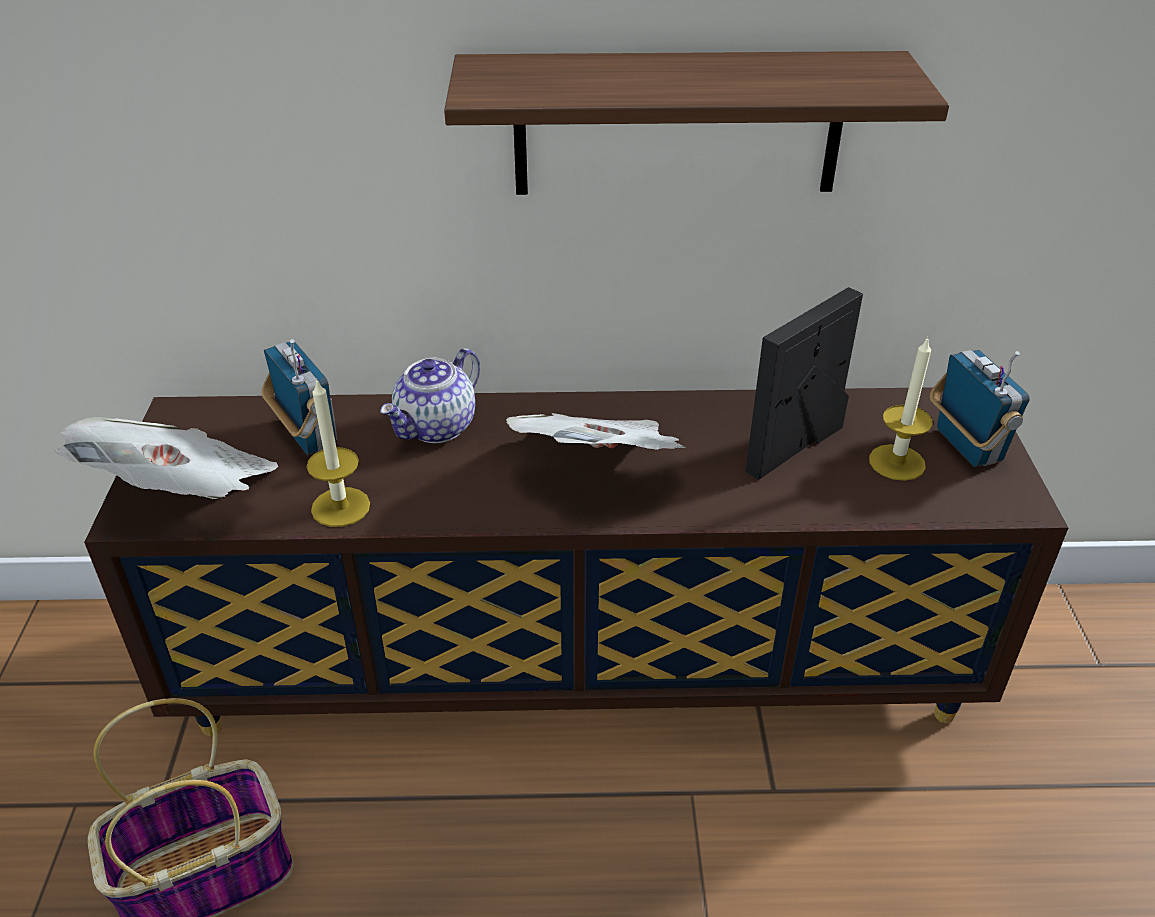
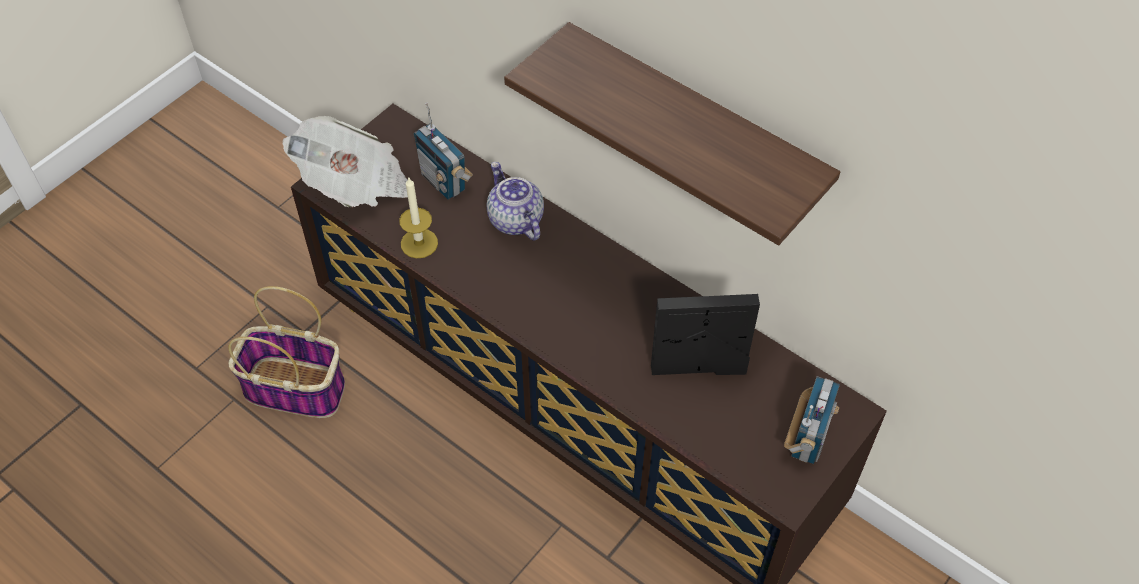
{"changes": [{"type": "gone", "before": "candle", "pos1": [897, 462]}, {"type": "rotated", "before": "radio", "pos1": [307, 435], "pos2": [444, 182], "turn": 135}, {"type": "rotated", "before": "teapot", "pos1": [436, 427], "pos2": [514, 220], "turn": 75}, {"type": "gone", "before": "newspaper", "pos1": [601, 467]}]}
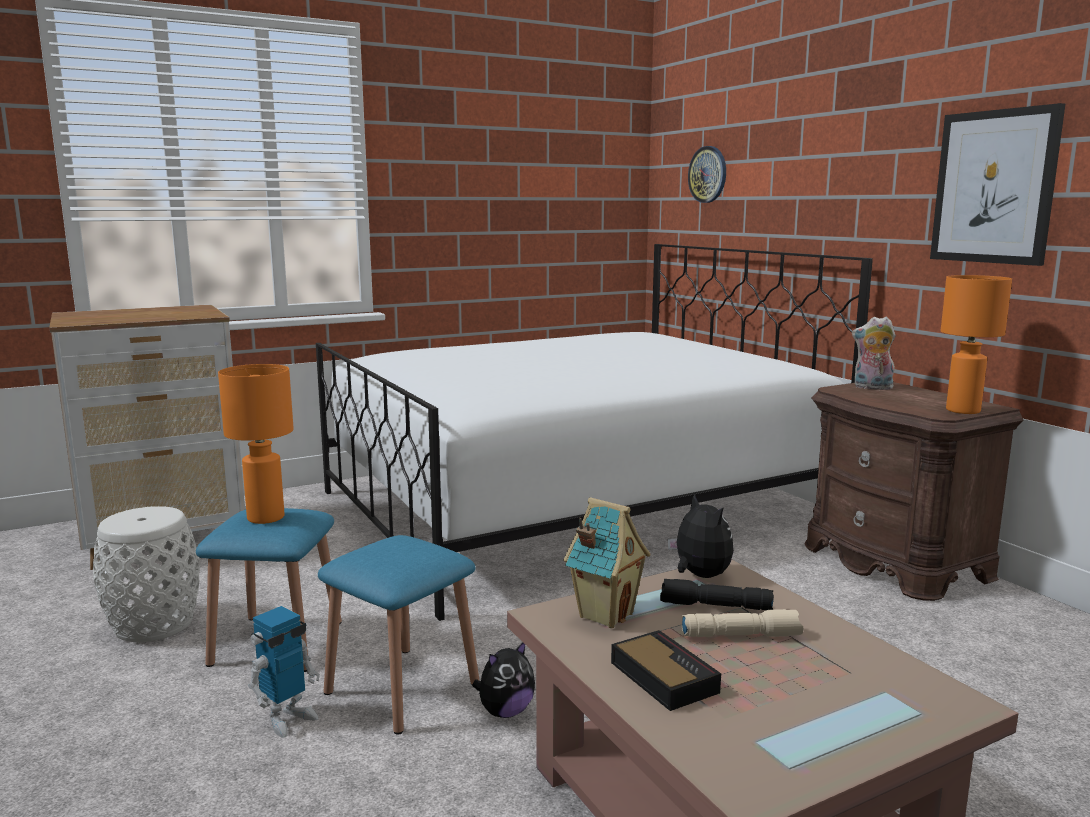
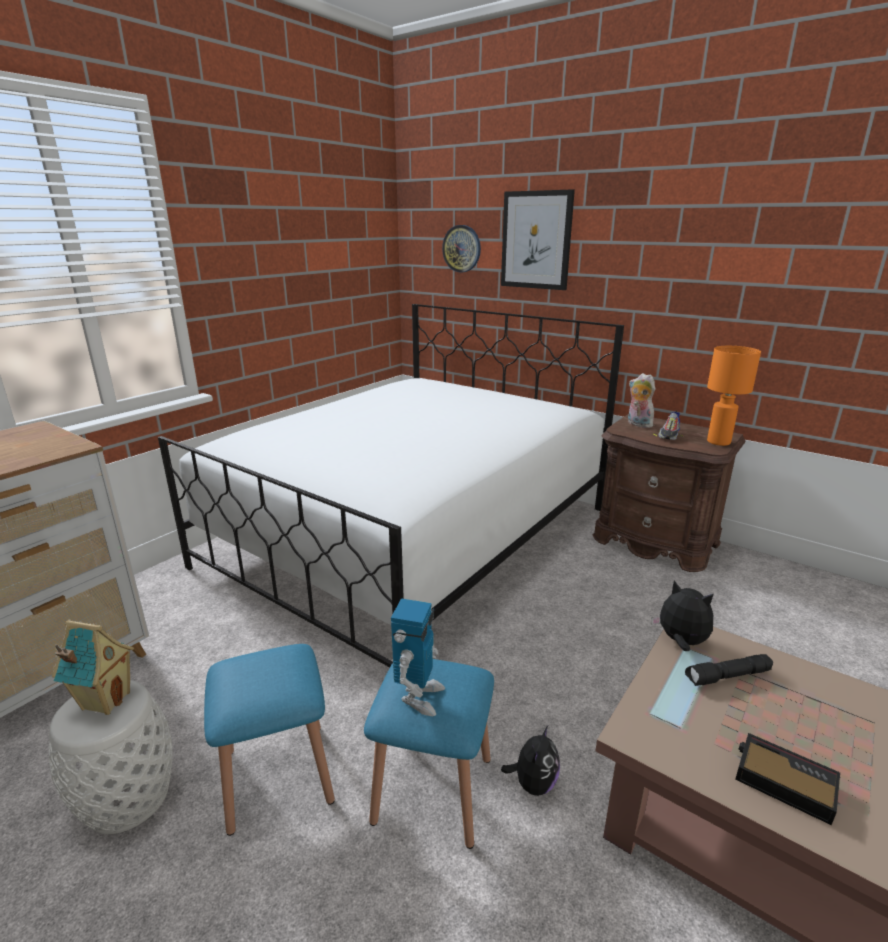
{"changes": [{"type": "shifted", "before": "picture", "pos1": [994, 187], "pos2": [536, 240]}, {"type": "rotated", "before": "plush toy", "pos1": [871, 388], "pos2": [637, 424], "turn": 60}, {"type": "gone", "before": "orange table lamp", "pos1": [267, 518]}, {"type": "shifted", "before": "toy house", "pos1": [605, 614], "pos2": [105, 700]}, {"type": "shifted", "before": "toy robot", "pos1": [287, 719], "pos2": [419, 697]}, {"type": "gone", "before": "beige flashlight", "pos1": [741, 635]}, {"type": "new", "after": "shoe", "pos2": [669, 434]}]}
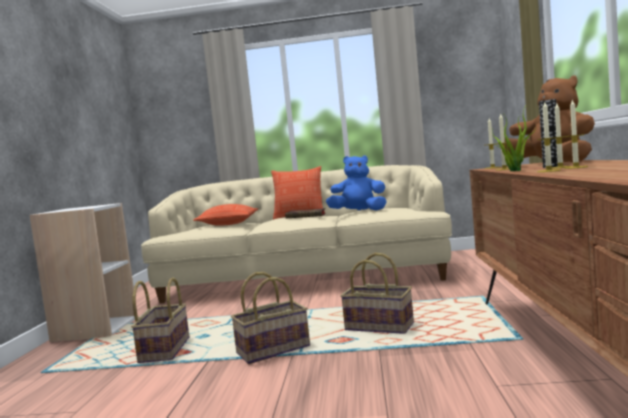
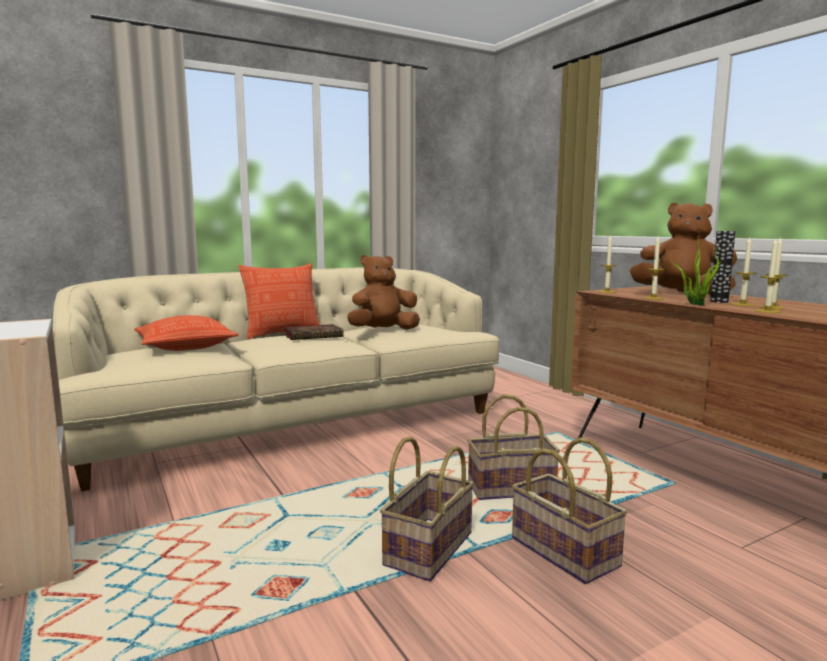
{"changes": [{"type": "repainted", "before": "blue plush toy", "after": "brown plush toy", "pos1": [359, 212], "pos2": [383, 331]}, {"type": "shifted", "before": "basket", "pos1": [164, 350], "pos2": [562, 552]}]}
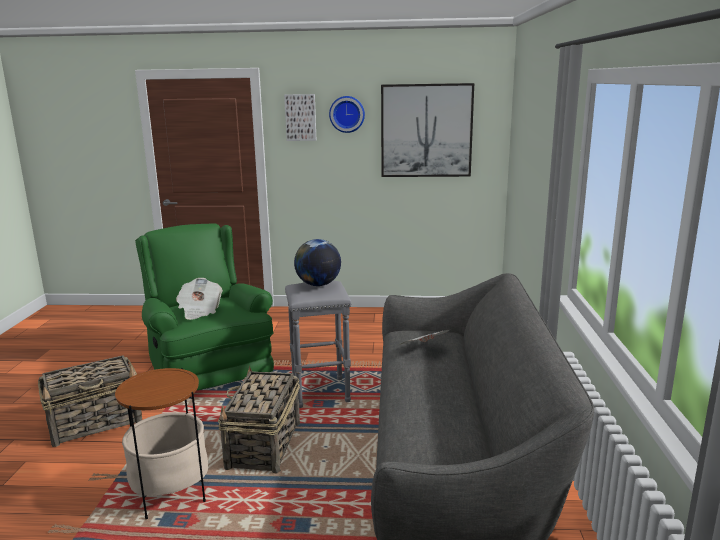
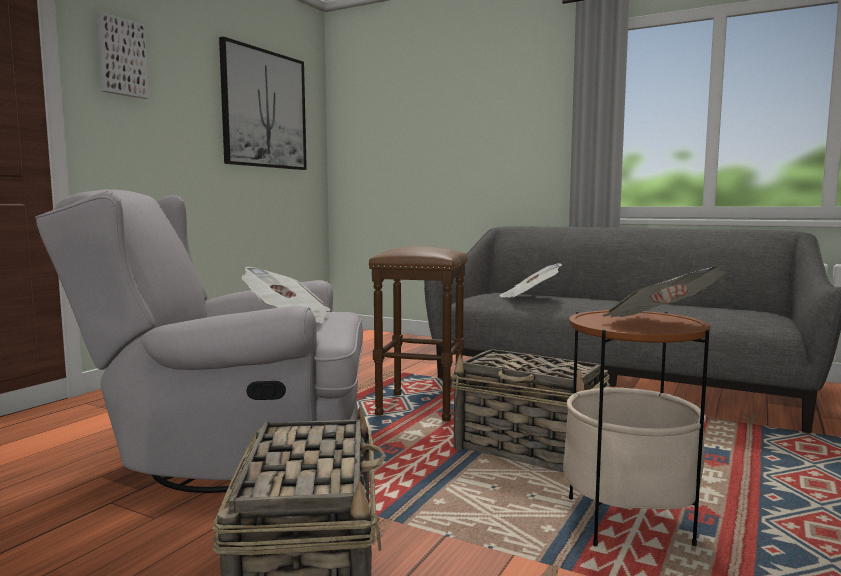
{"changes": [{"type": "gone", "before": "wall clock", "pos1": [347, 114]}, {"type": "repainted", "before": "green armchair", "after": "grey armchair", "pos1": [208, 369], "pos2": [236, 459]}, {"type": "gone", "before": "globe", "pos1": [318, 285]}, {"type": "repainted", "before": "grey stool", "after": "brown stool", "pos1": [319, 392], "pos2": [418, 407]}, {"type": "new", "after": "newspaper", "pos2": [659, 325]}]}
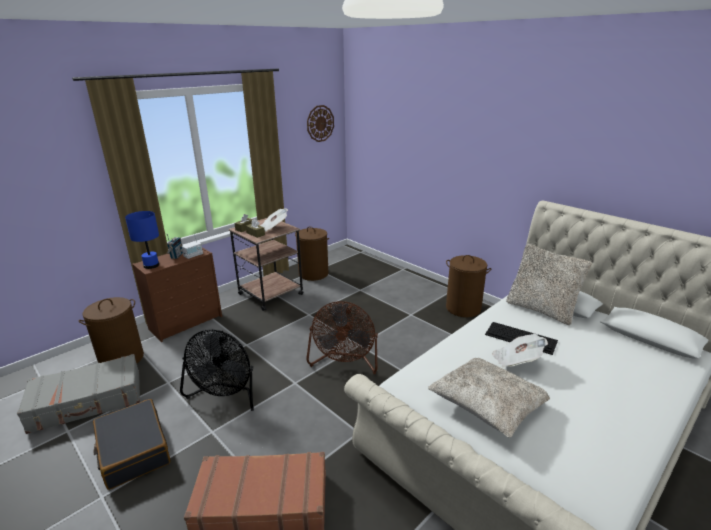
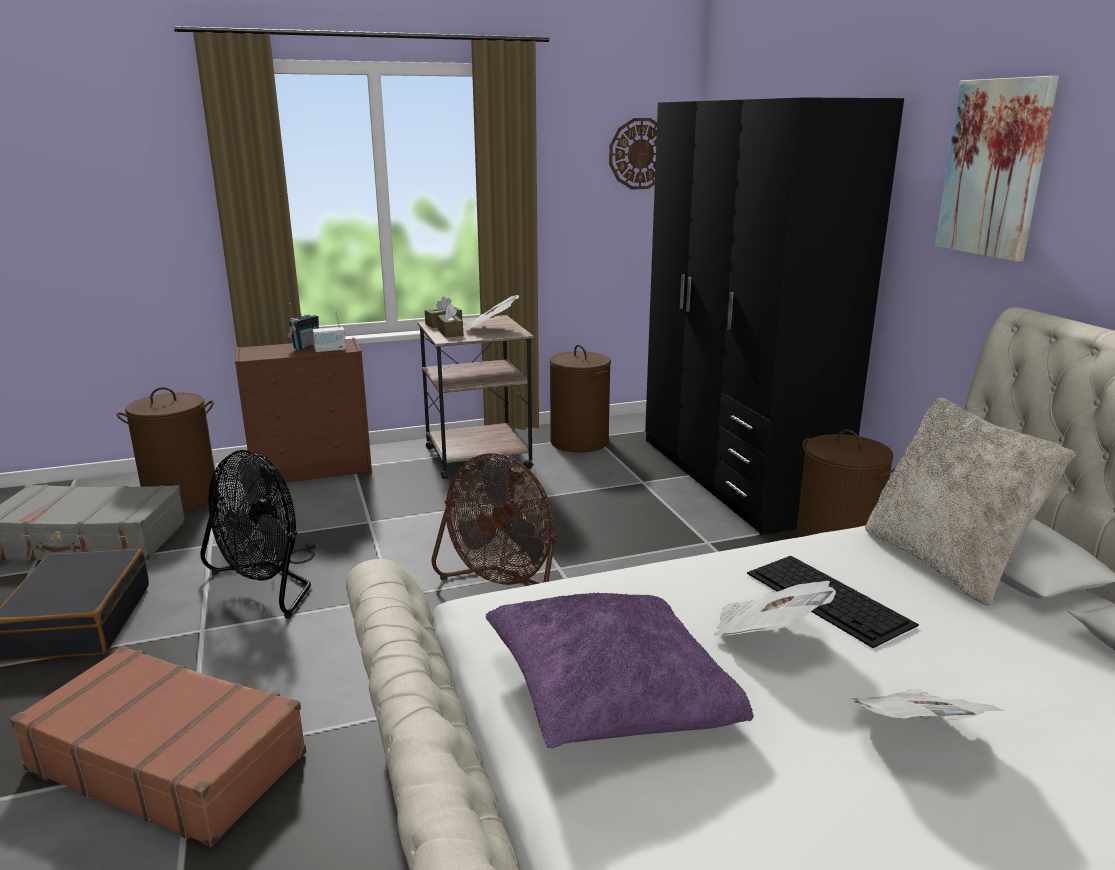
{"changes": [{"type": "gone", "before": "blue table lamp", "pos1": [151, 265]}, {"type": "repainted", "before": "beige pillow", "after": "purple pillow", "pos1": [488, 405], "pos2": [612, 693]}, {"type": "new", "after": "picture", "pos2": [995, 168]}, {"type": "new", "after": "black wardrobe", "pos2": [735, 477]}, {"type": "new", "after": "newspaper", "pos2": [917, 734]}]}
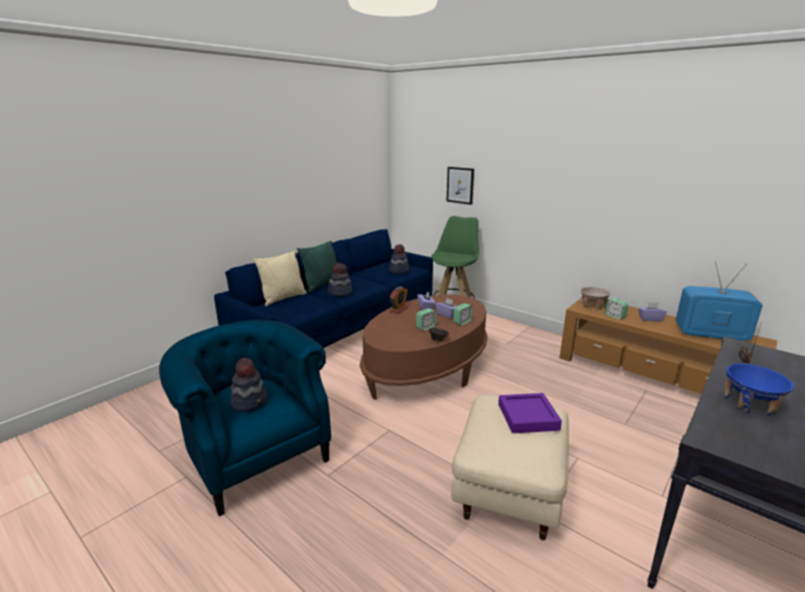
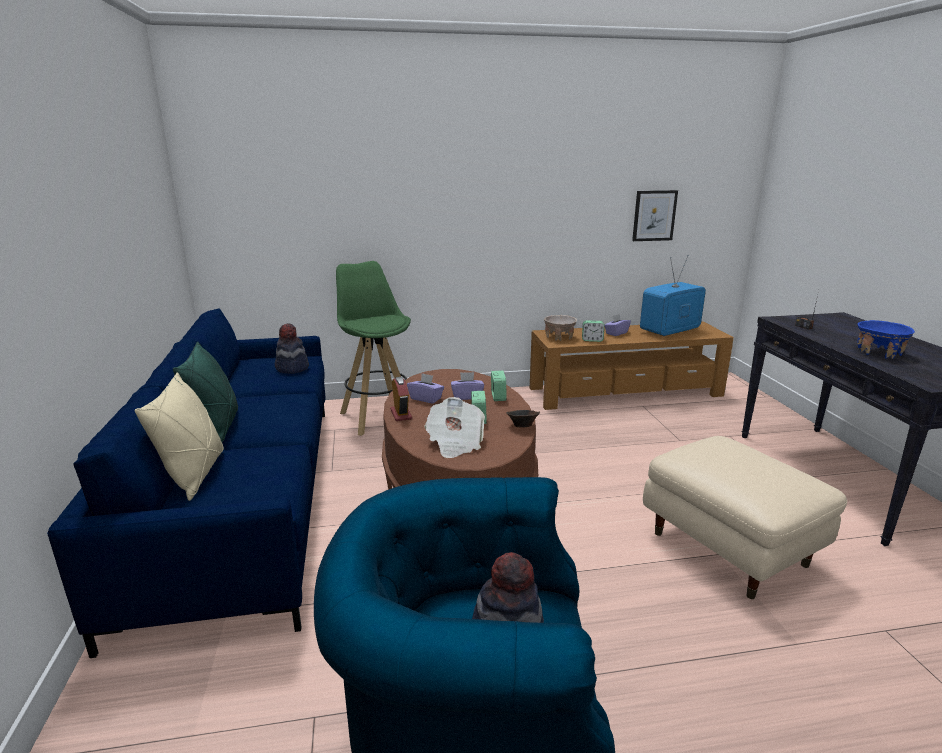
{"changes": [{"type": "shifted", "before": "picture", "pos1": [460, 185], "pos2": [654, 215]}, {"type": "gone", "before": "hat", "pos1": [340, 292]}, {"type": "gone", "before": "purple tray", "pos1": [527, 417]}, {"type": "new", "after": "newspaper", "pos2": [455, 443]}]}
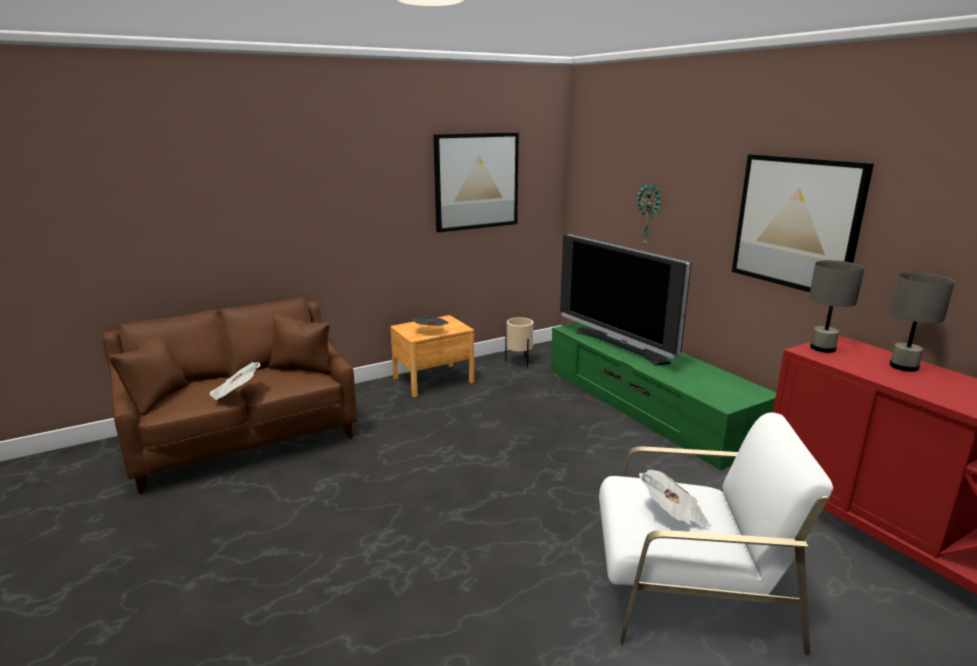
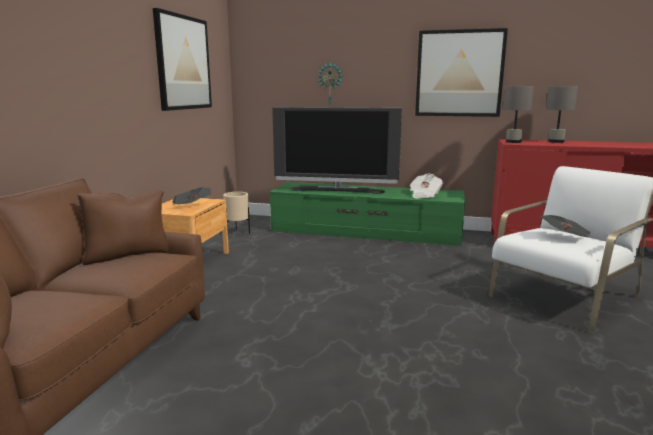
{"changes": [{"type": "shifted", "before": "newspaper", "pos1": [235, 393], "pos2": [424, 195]}]}
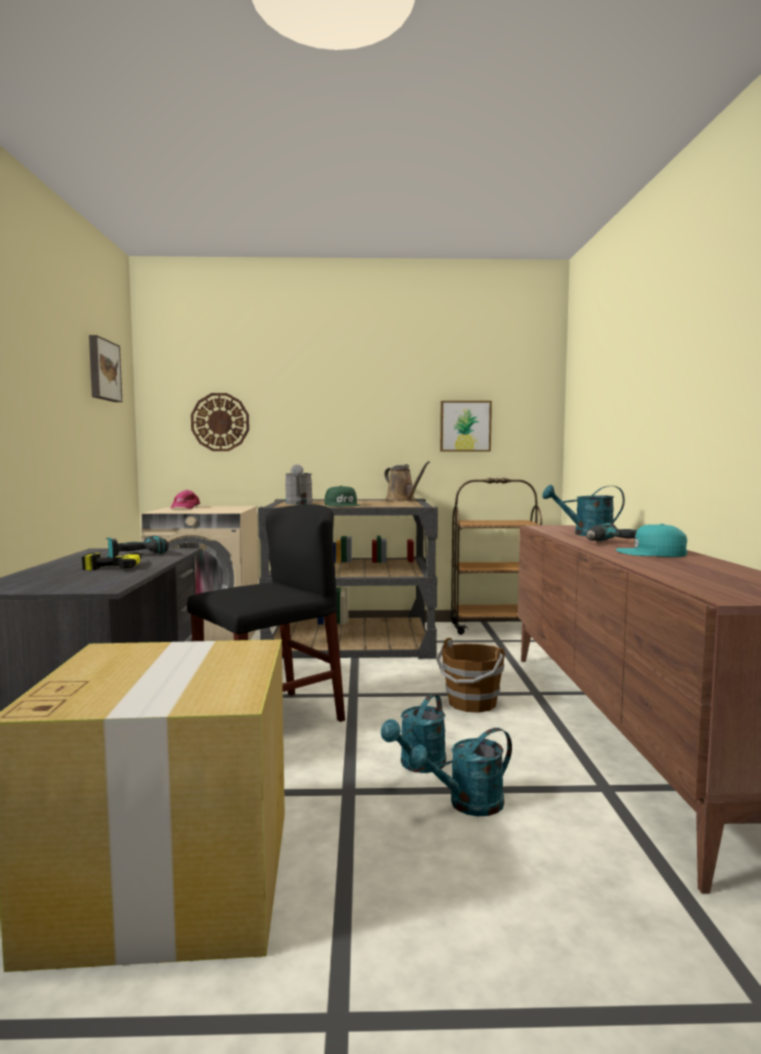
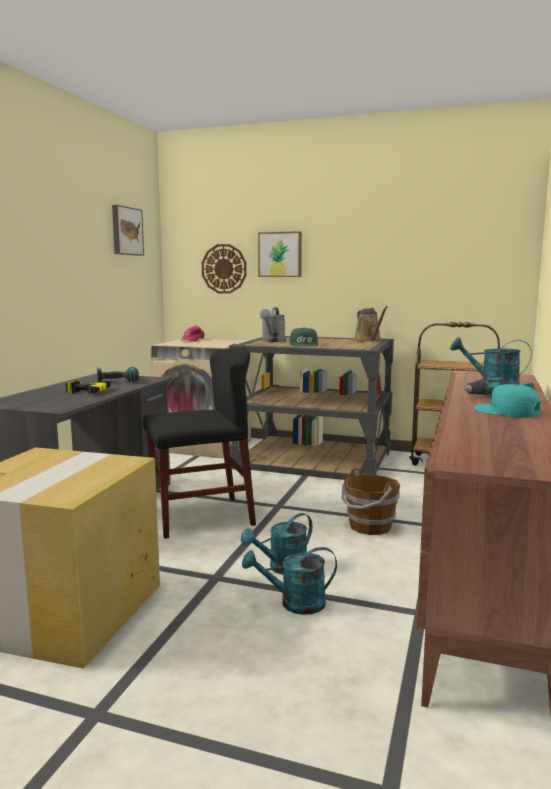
{"changes": [{"type": "shifted", "before": "picture", "pos1": [465, 426], "pos2": [280, 254]}]}
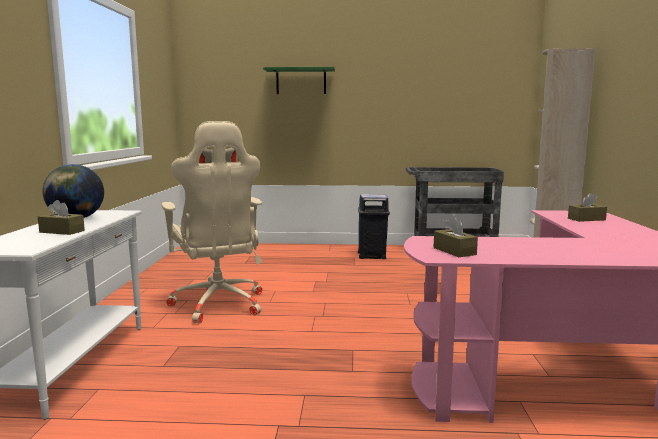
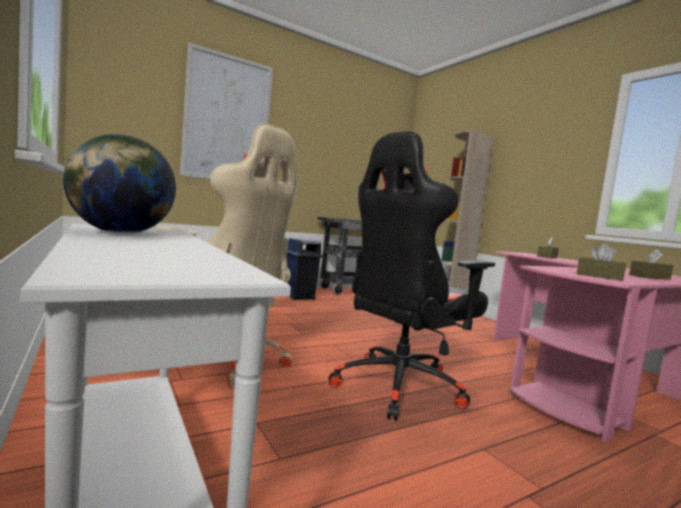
{"changes": [{"type": "swapped", "before": "green shelf", "after": "picture", "pos1": [301, 81], "pos2": [227, 120]}, {"type": "shifted", "before": "brown tissue box", "pos1": [62, 231], "pos2": [649, 277]}, {"type": "new", "after": "black office chair", "pos2": [405, 384]}]}
